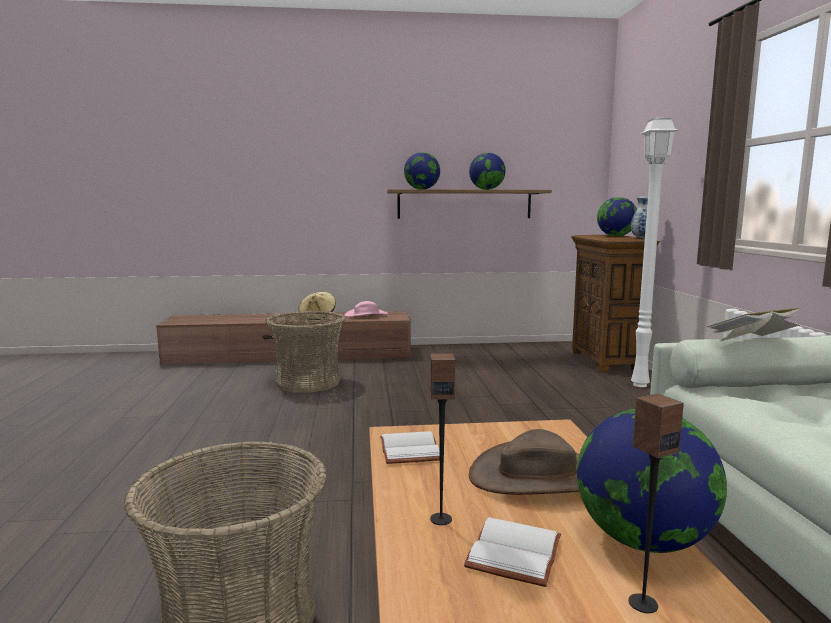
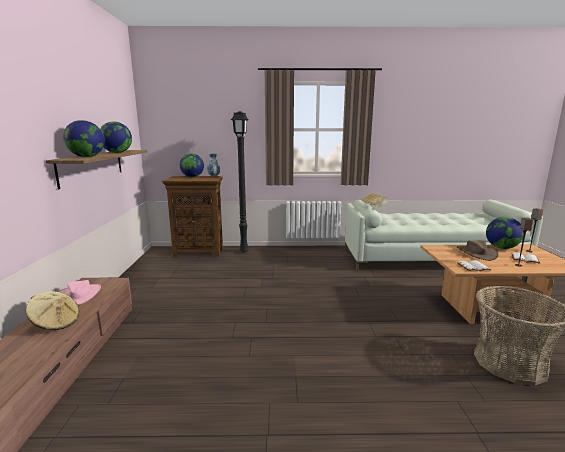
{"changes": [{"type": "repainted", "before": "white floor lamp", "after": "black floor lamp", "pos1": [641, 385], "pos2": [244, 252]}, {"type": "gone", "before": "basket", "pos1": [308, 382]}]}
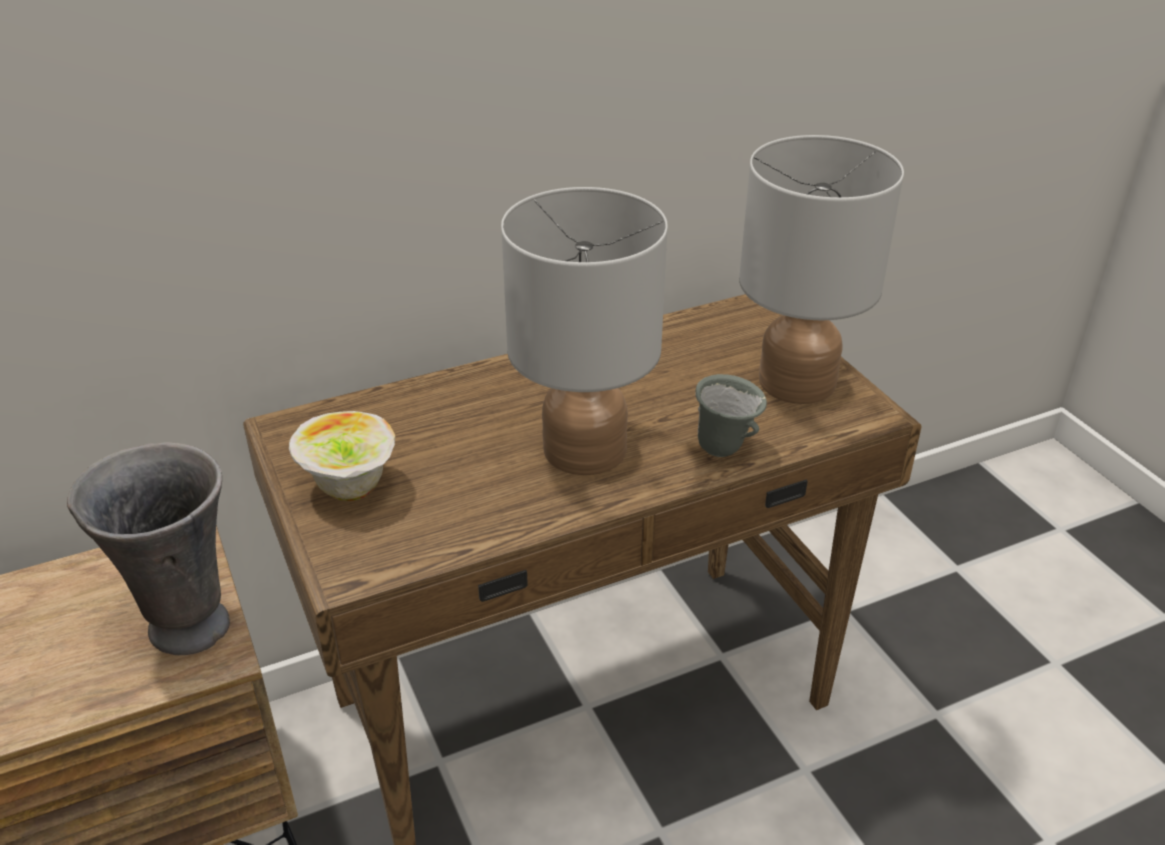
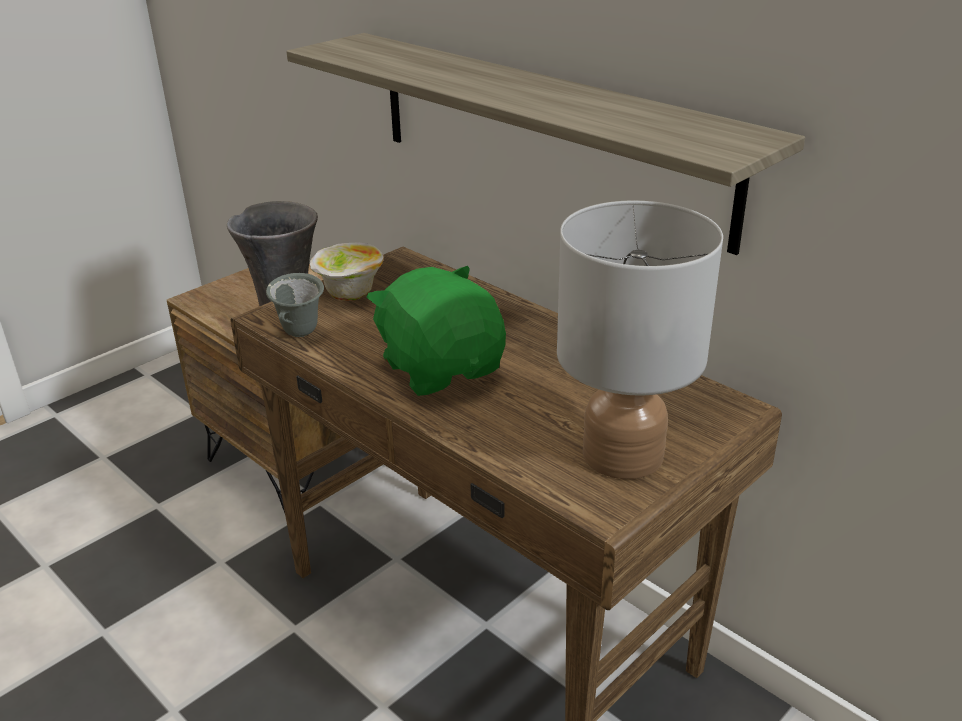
{"changes": [{"type": "swapped", "before": "grey table lamp", "after": "green plush toy", "pos1": [585, 451], "pos2": [442, 368]}, {"type": "shifted", "before": "grey mug", "pos1": [725, 449], "pos2": [301, 334]}, {"type": "new", "after": "shelf", "pos2": [543, 133]}]}
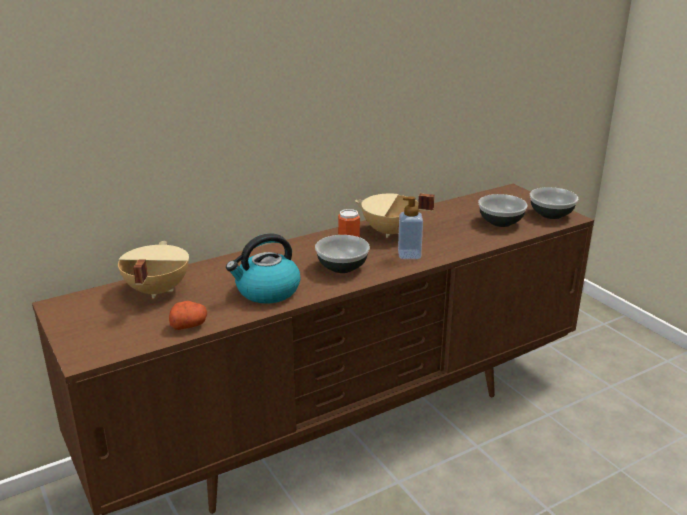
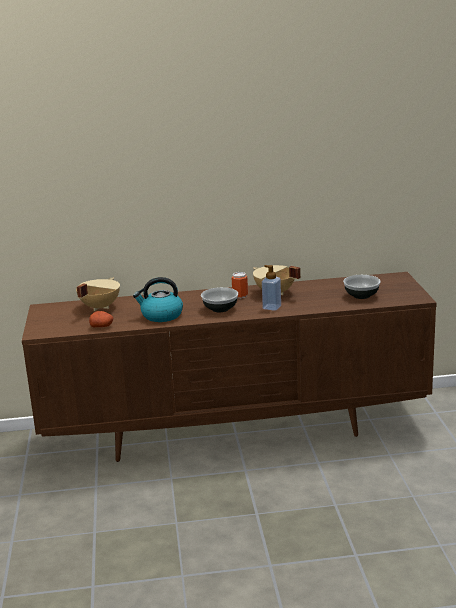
{"changes": [{"type": "gone", "before": "bowl", "pos1": [550, 214]}]}
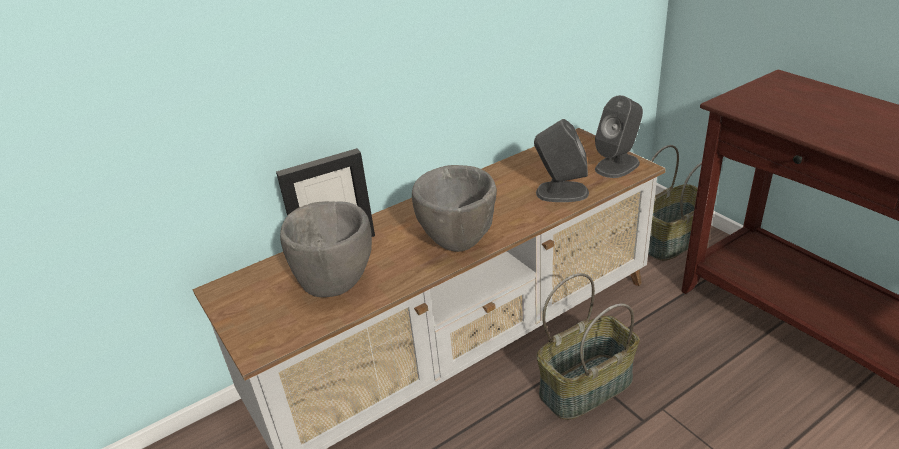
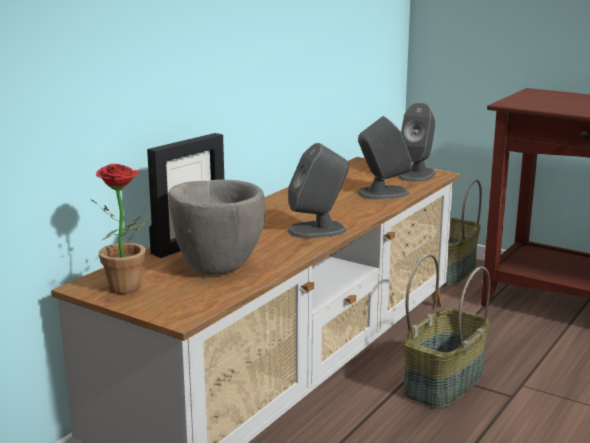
{"changes": [{"type": "swapped", "before": "grey bowl", "after": "grey speaker", "pos1": [458, 243], "pos2": [318, 230]}, {"type": "new", "after": "potted plant", "pos2": [129, 290]}]}
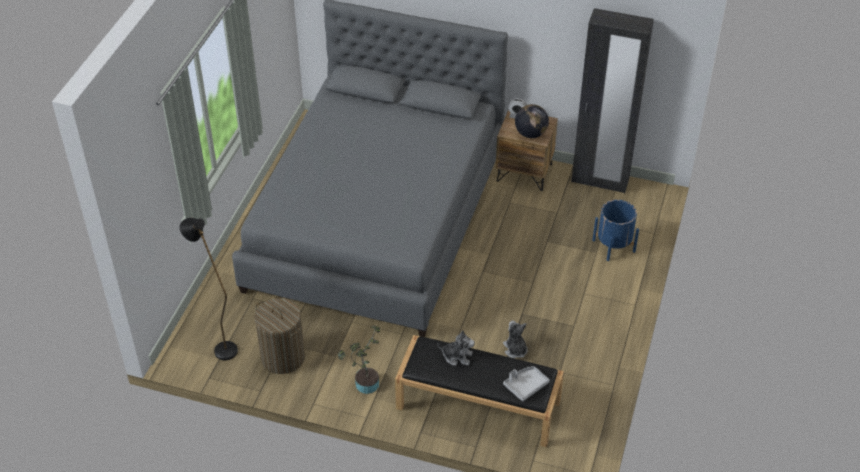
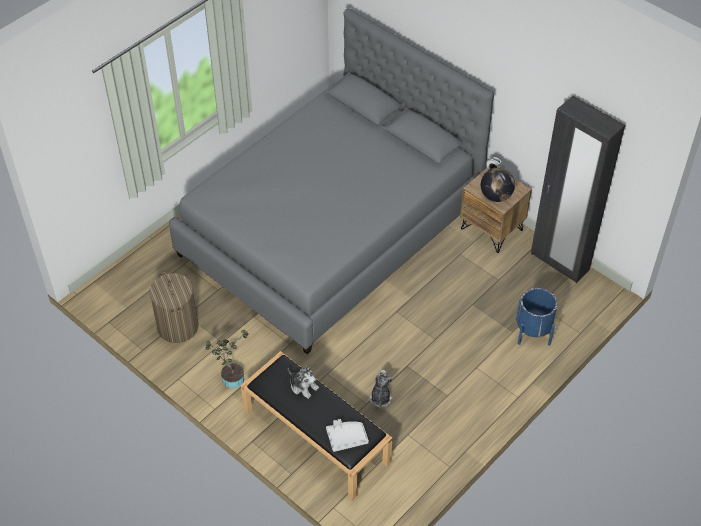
{"changes": [{"type": "gone", "before": "black floor lamp", "pos1": [220, 346]}]}
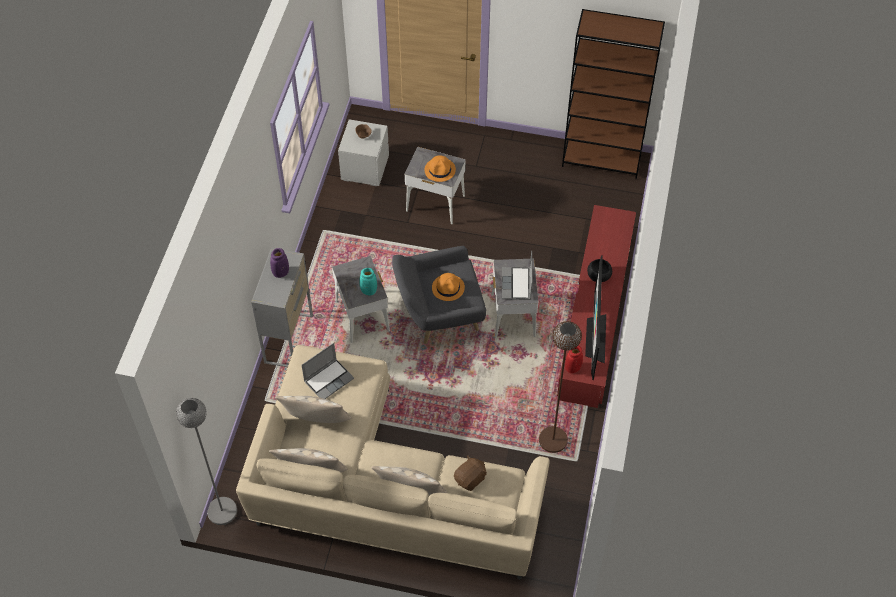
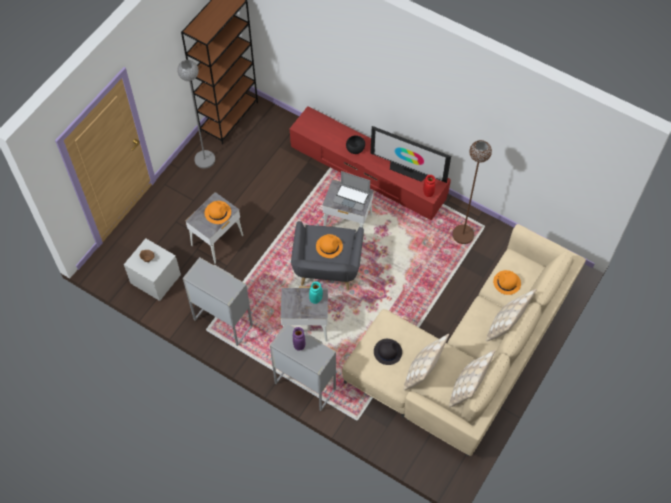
{"changes": [{"type": "swapped", "before": "laptop", "after": "black hat", "pos1": [329, 379], "pos2": [387, 352]}, {"type": "shifted", "before": "grey floor lamp", "pos1": [222, 511], "pos2": [205, 160]}, {"type": "swapped", "before": "brown plush toy", "after": "orange hat", "pos1": [470, 479], "pos2": [506, 283]}, {"type": "new", "after": "grey cabinet", "pos2": [223, 321]}]}
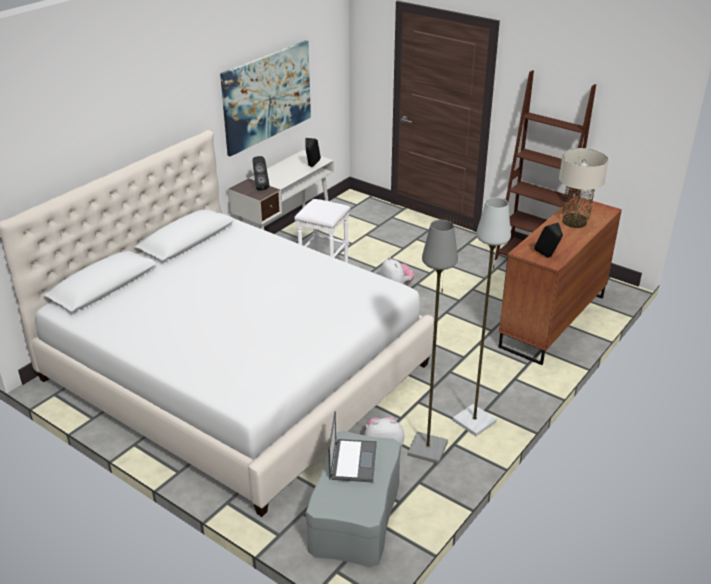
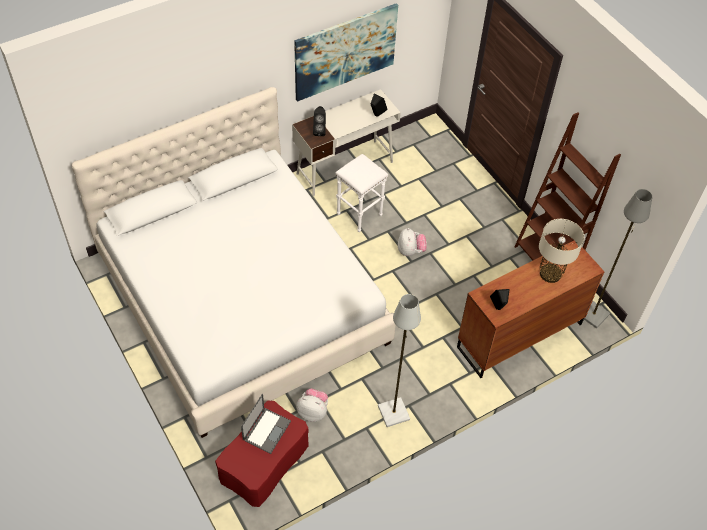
{"changes": [{"type": "shifted", "before": "grey floor lamp", "pos1": [428, 448], "pos2": [594, 314]}, {"type": "repainted", "before": "grey ottoman", "after": "red ottoman", "pos1": [355, 515], "pos2": [264, 461]}]}
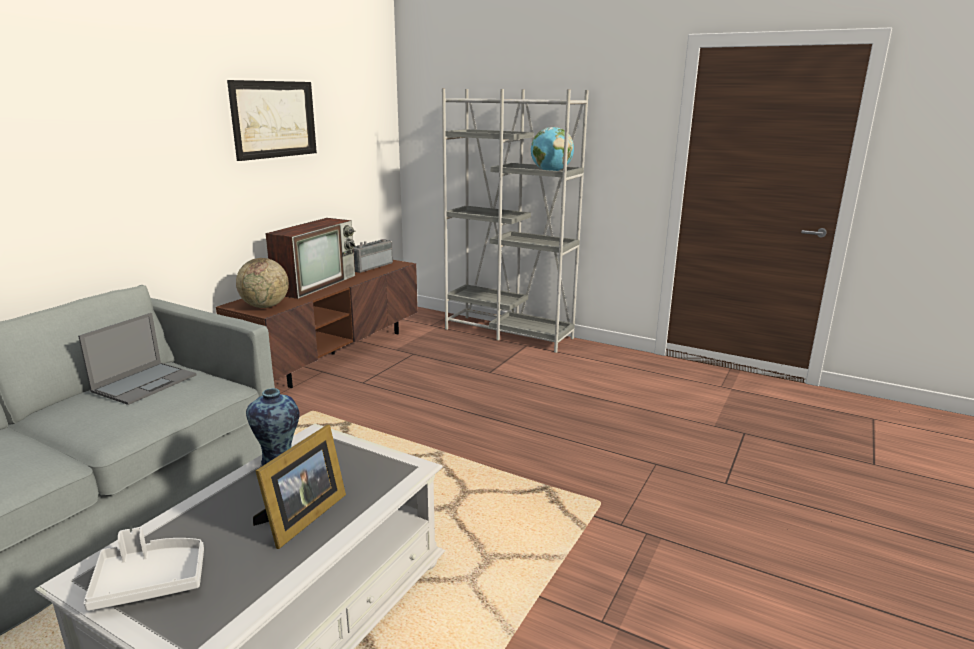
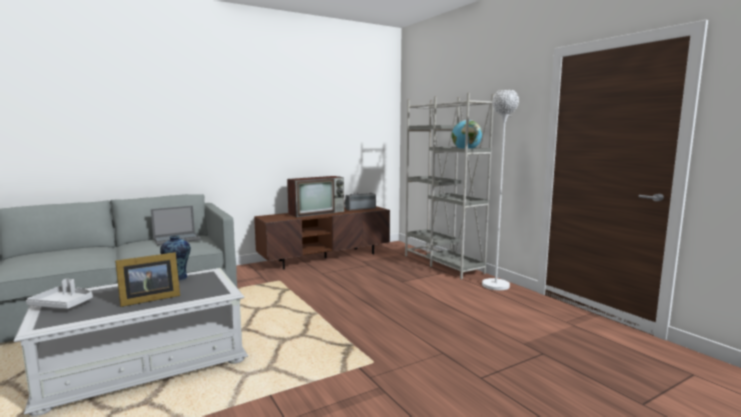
{"changes": [{"type": "gone", "before": "picture", "pos1": [274, 119]}, {"type": "gone", "before": "globe", "pos1": [265, 306]}, {"type": "new", "after": "white floor lamp", "pos2": [496, 285]}]}
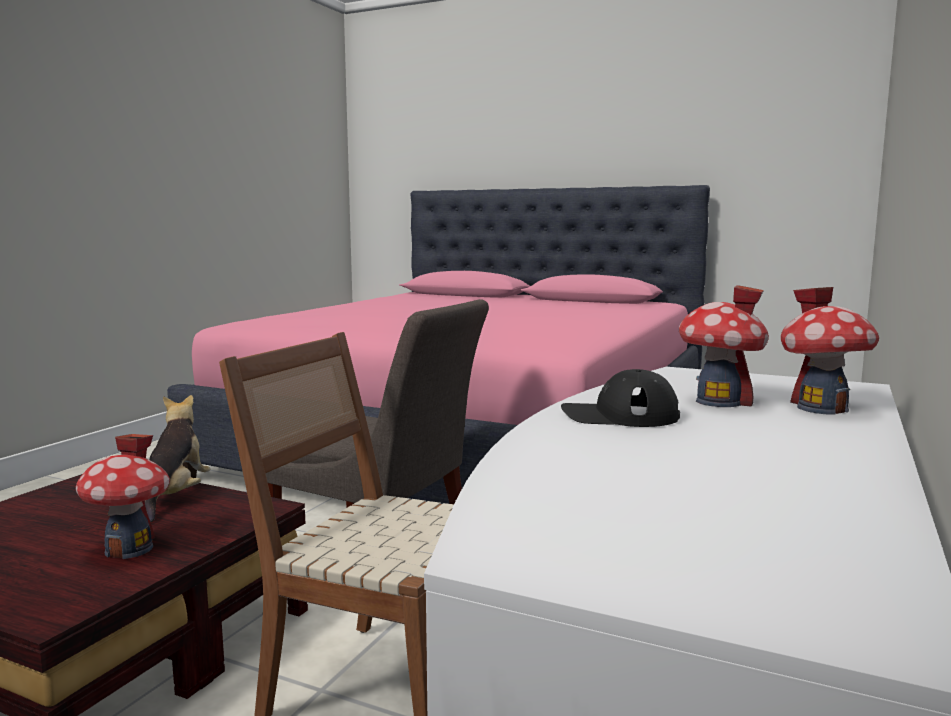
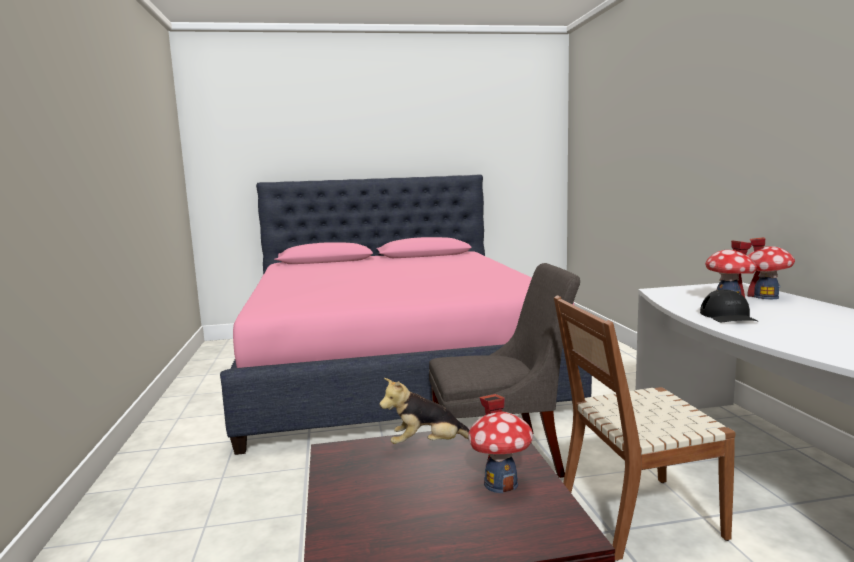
{"changes": [{"type": "rotated", "before": "black cap", "pos1": [619, 416], "pos2": [728, 316], "turn": -60}, {"type": "rotated", "before": "plush toy", "pos1": [175, 496], "pos2": [428, 445], "turn": -60}]}
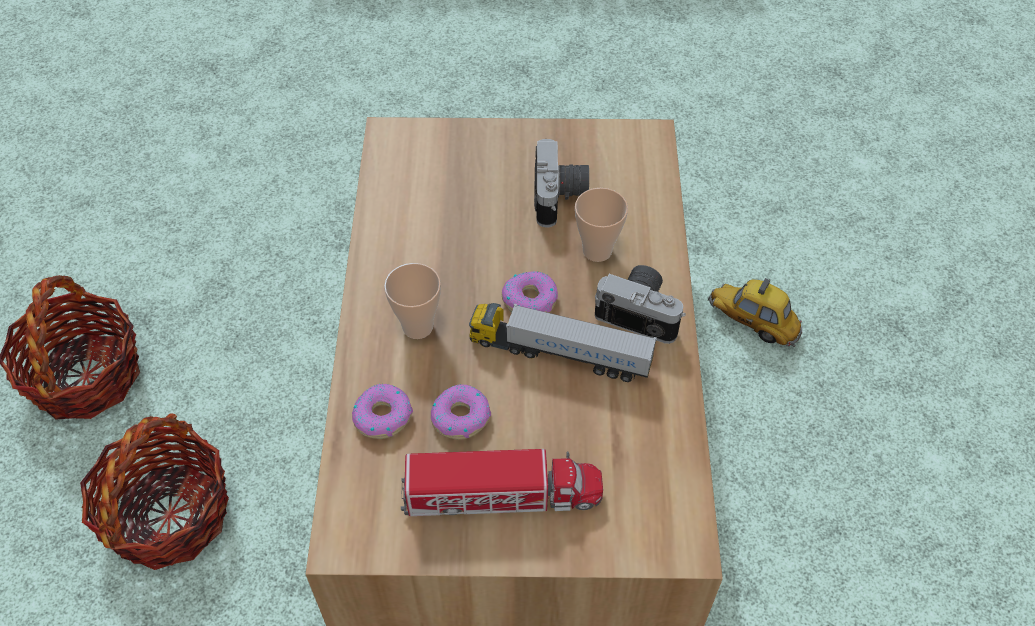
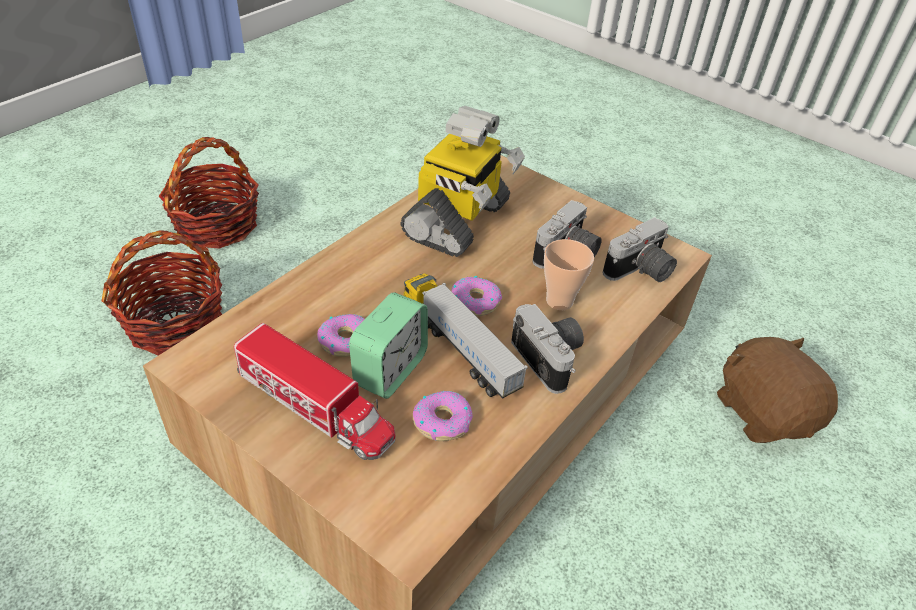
{"changes": [{"type": "gone", "before": "cup", "pos1": [417, 326]}, {"type": "gone", "before": "toy car", "pos1": [752, 322]}, {"type": "shifted", "before": "donut", "pos1": [382, 416], "pos2": [442, 421]}, {"type": "new", "after": "toy robot", "pos2": [458, 221]}, {"type": "new", "after": "photo camera", "pos2": [640, 272]}, {"type": "new", "after": "alarm clock", "pos2": [390, 370]}, {"type": "new", "after": "brown plush toy", "pos2": [763, 412]}]}
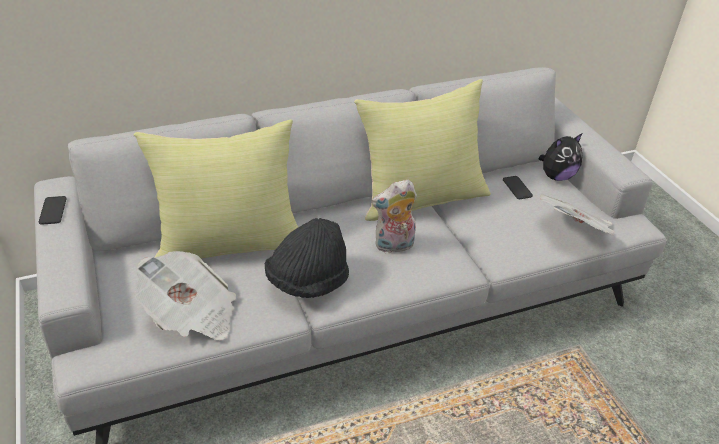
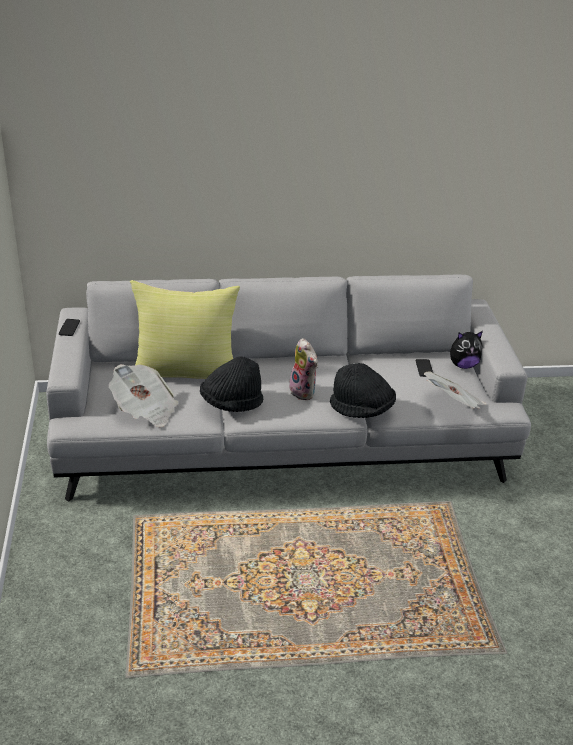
{"changes": [{"type": "gone", "before": "yellow pillow", "pos1": [421, 197]}, {"type": "rotated", "before": "plush toy", "pos1": [394, 246], "pos2": [304, 392], "turn": -120}, {"type": "new", "after": "black hat", "pos2": [362, 409]}]}
